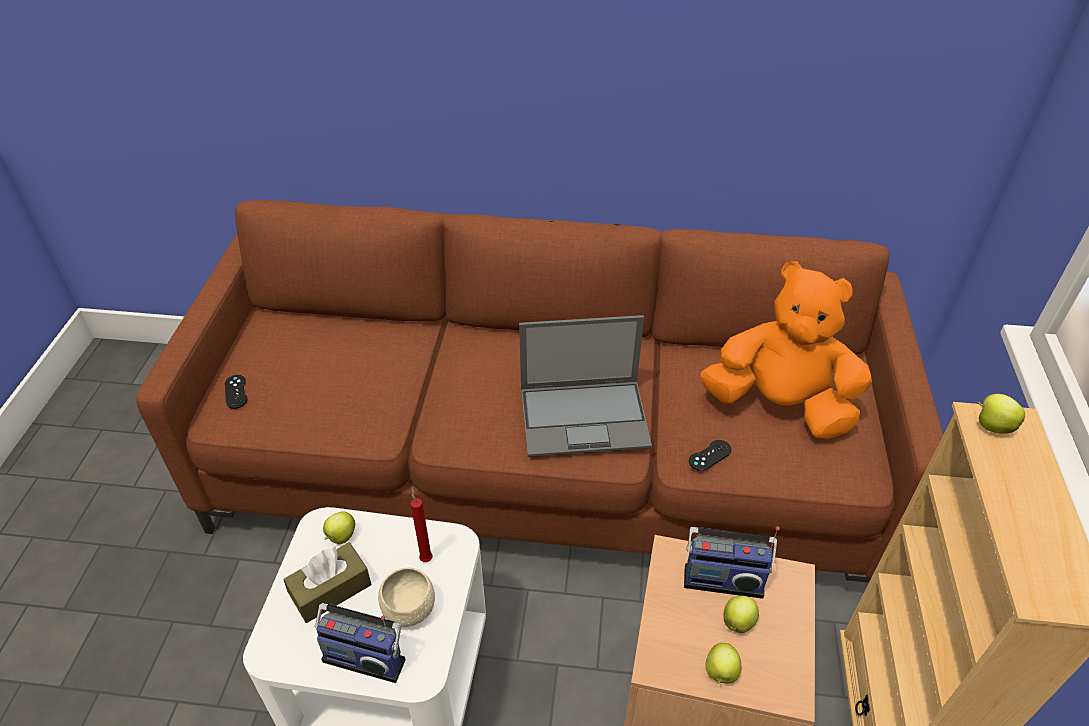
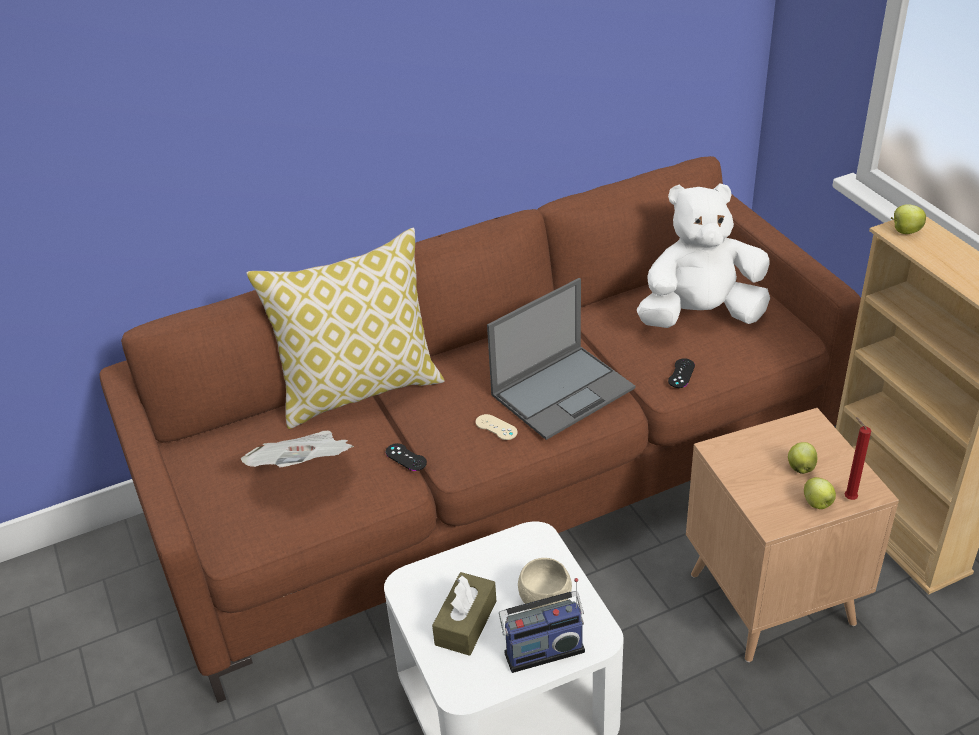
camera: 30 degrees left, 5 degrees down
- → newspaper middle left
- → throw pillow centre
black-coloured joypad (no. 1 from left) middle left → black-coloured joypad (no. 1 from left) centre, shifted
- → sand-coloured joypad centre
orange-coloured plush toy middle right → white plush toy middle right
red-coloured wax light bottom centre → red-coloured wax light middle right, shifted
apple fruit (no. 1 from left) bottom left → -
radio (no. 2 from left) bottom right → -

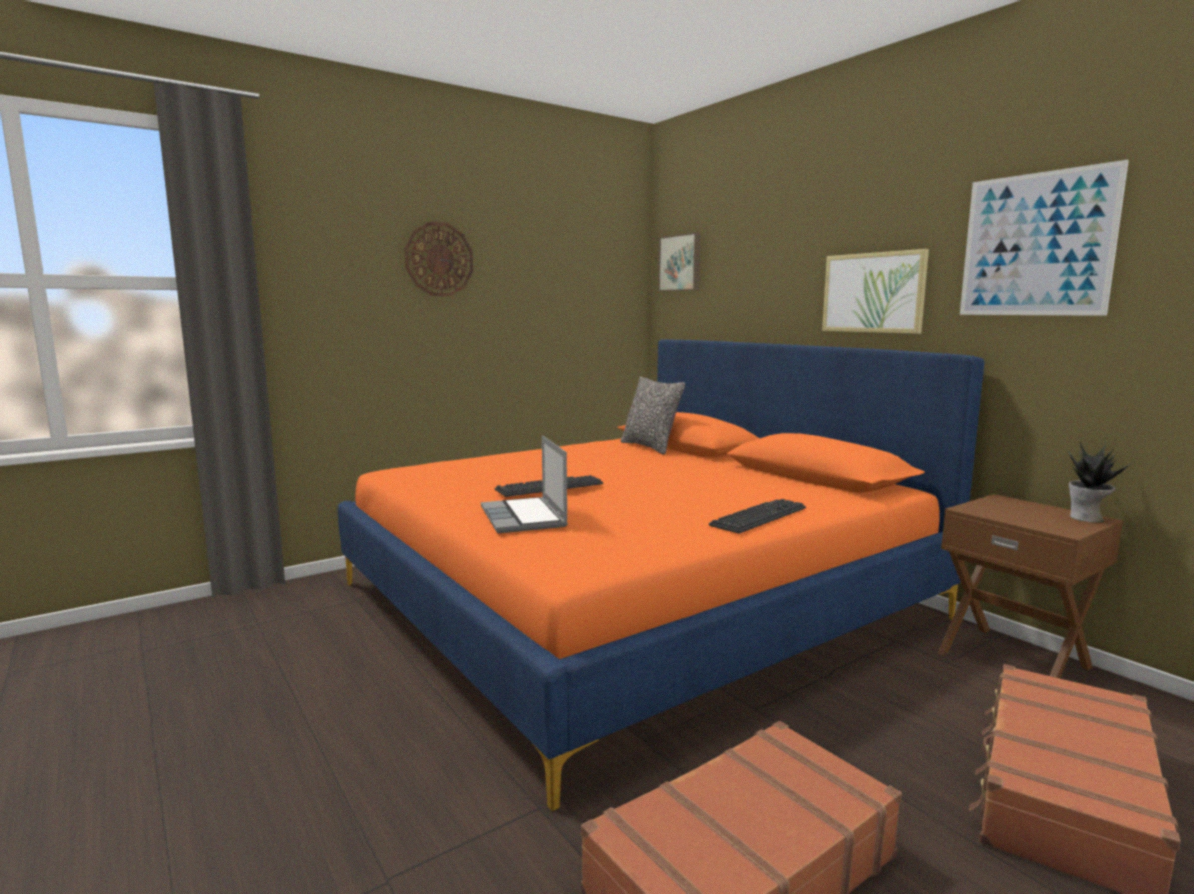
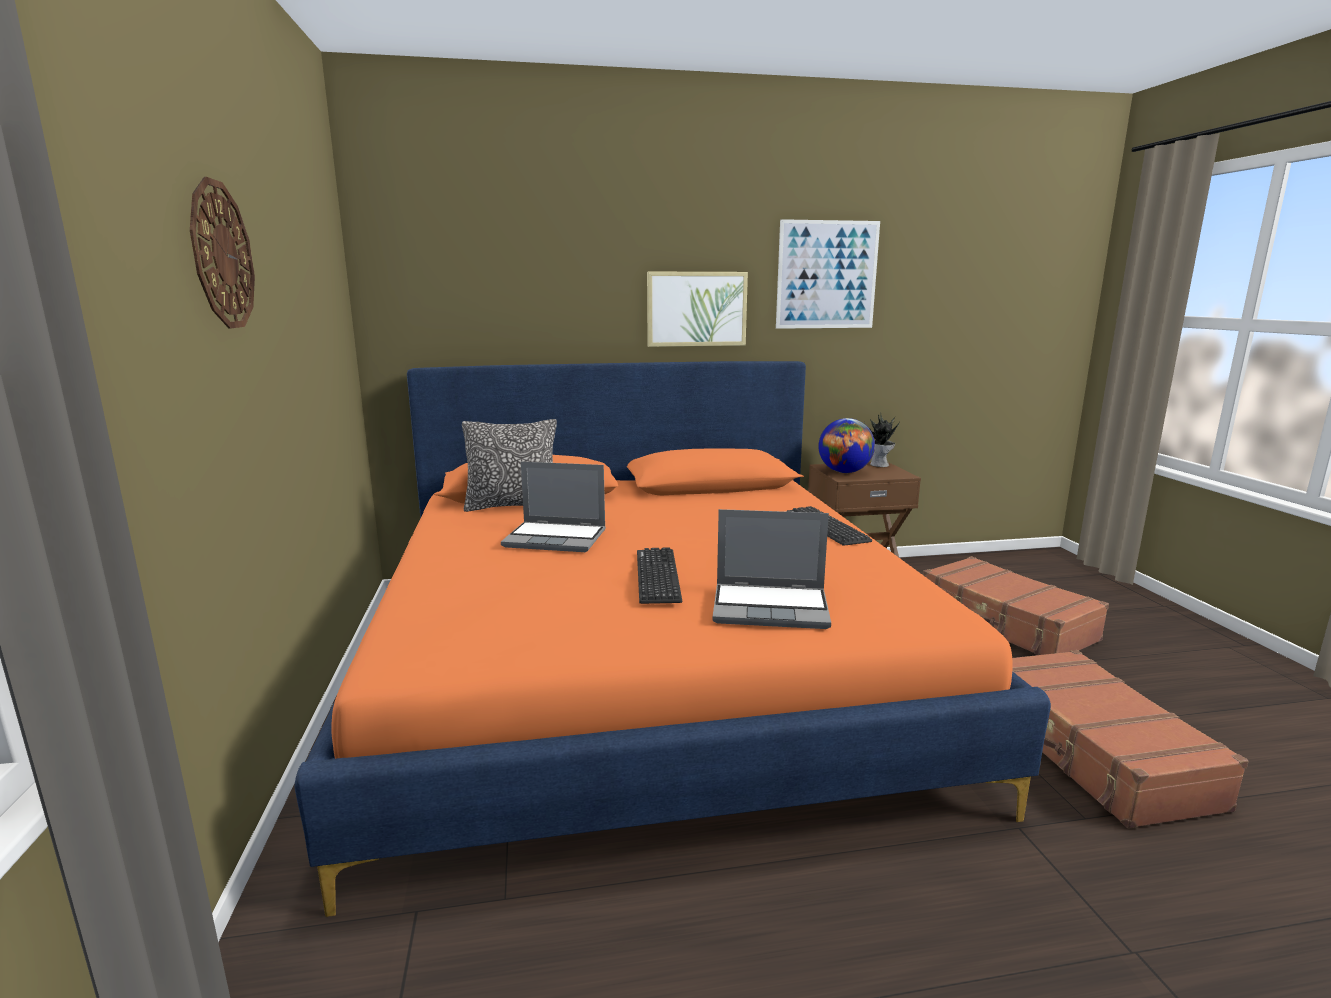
camera: 65 degrees left, 5 degrees up
- → laptop (no. 1 from left) centre
- → globe centre
picture (no. 1 from left) top centre → -

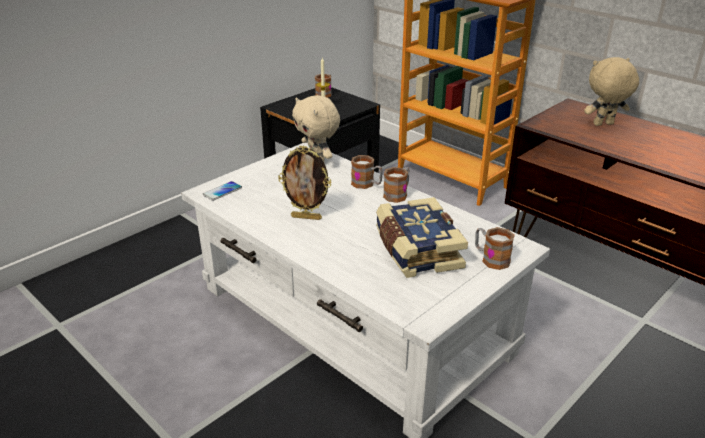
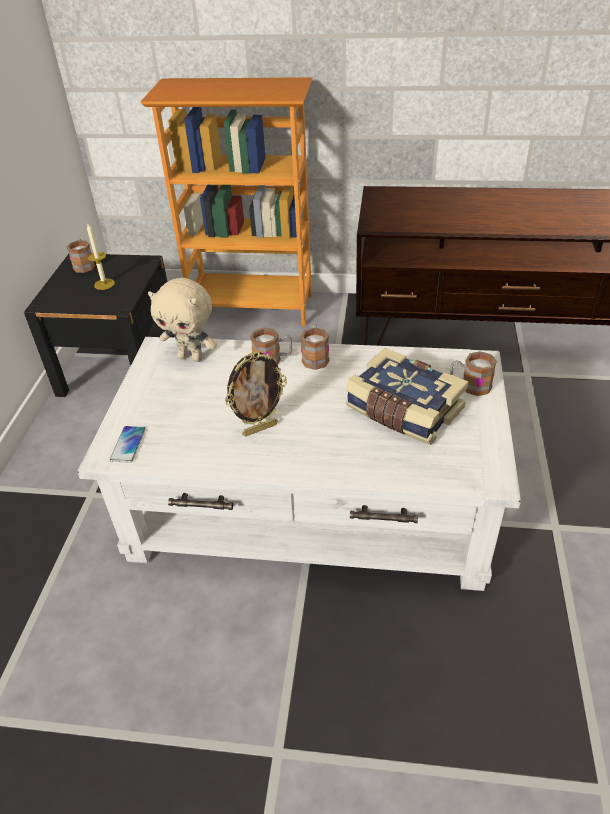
camera: 35 degrees left, 10 degrees up
sand-coloured plush toy (no. 2 from left) top right → -

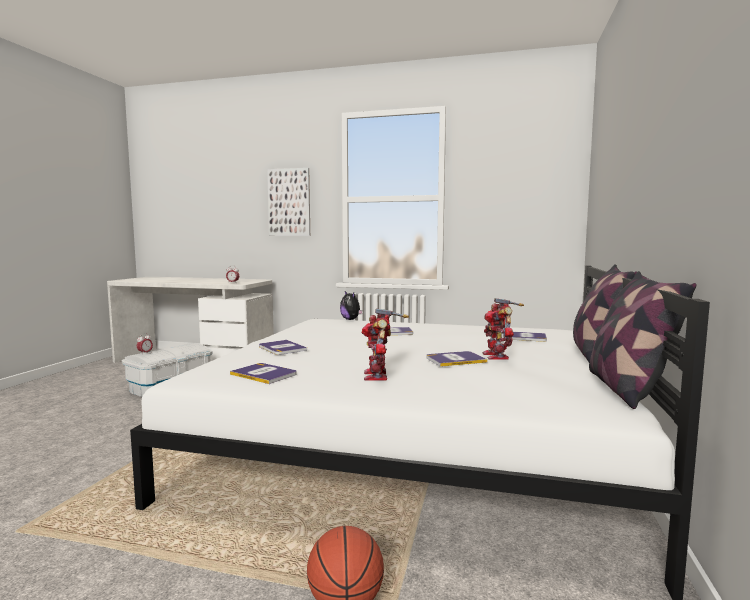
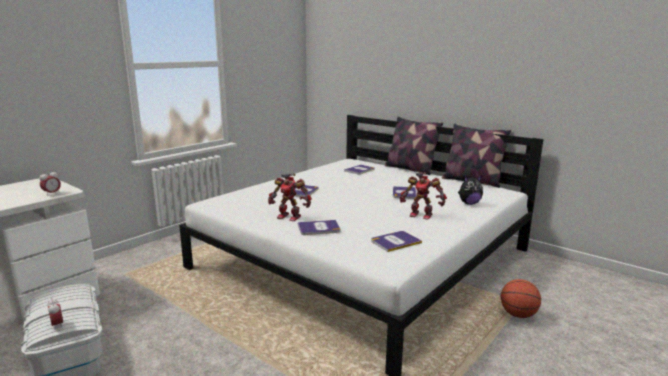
camera: 65 degrees left, 10 degrees up
toy robot (no. 2 from left in the first image) middle right → toy robot (no. 1 from left) centre, shifted
plush toy centre → plush toy middle right, shifted
picture centre → -

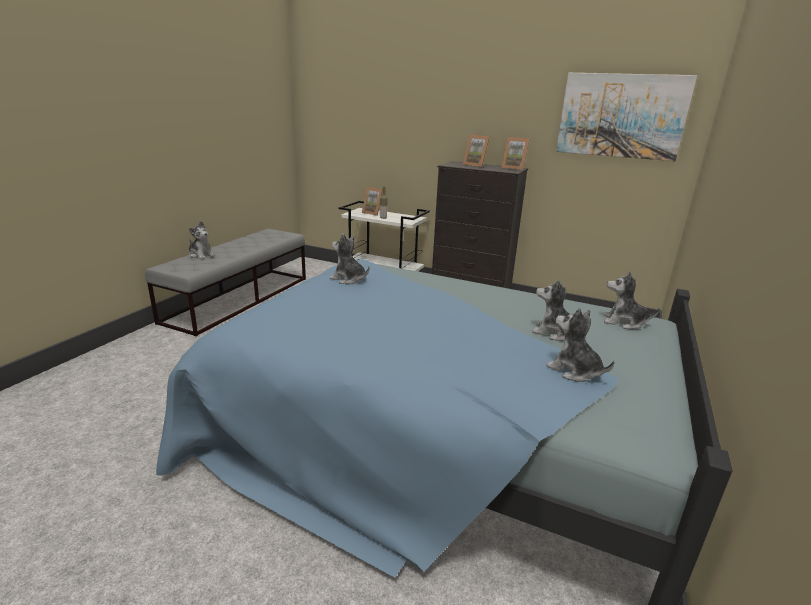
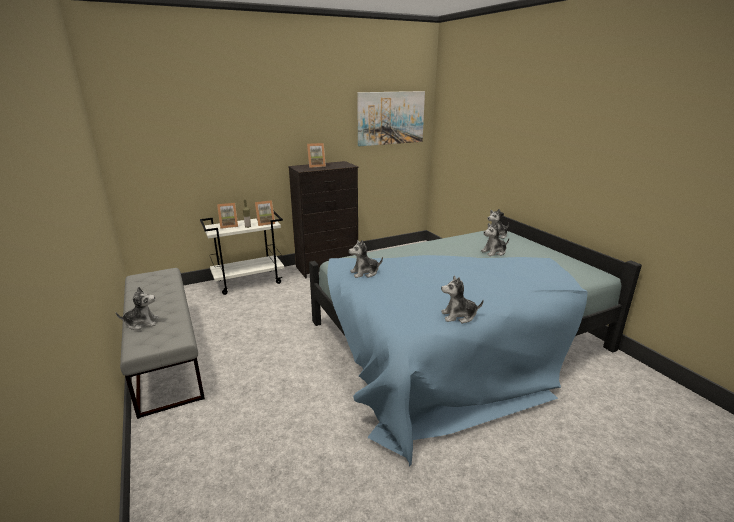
camera: 50 degrees left, 0 degrees up
picture frame (no. 3 from left in the first image) top centre → picture frame (no. 2 from left) centre, shifted
plush toy (no. 4 from left in the first image) middle right → plush toy (no. 3 from left) centre, shifted

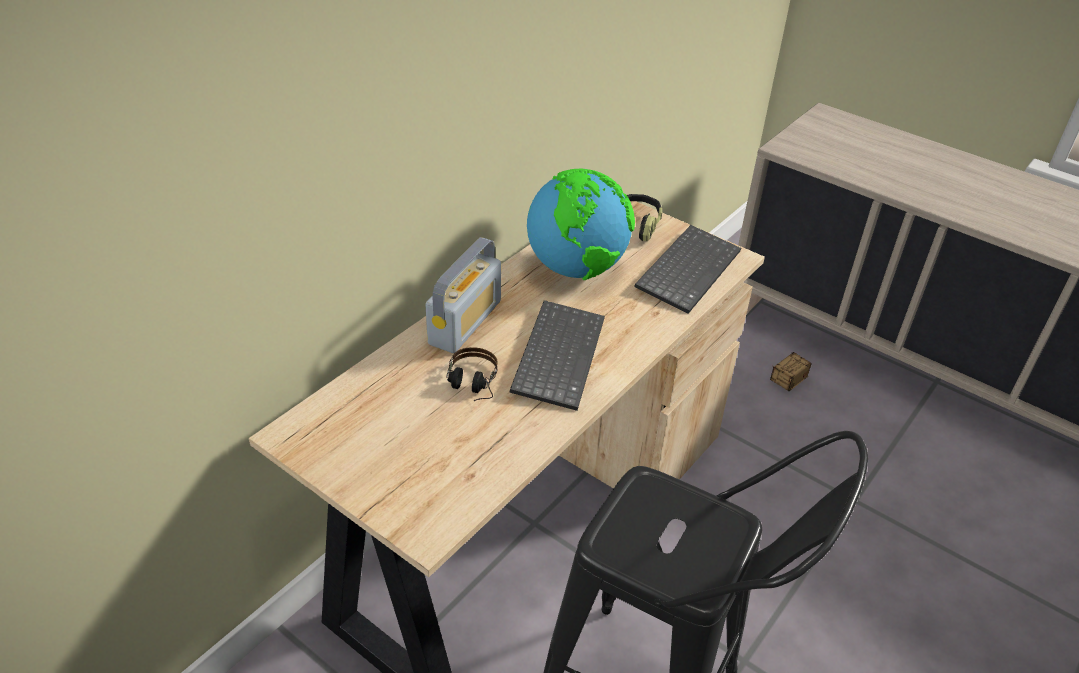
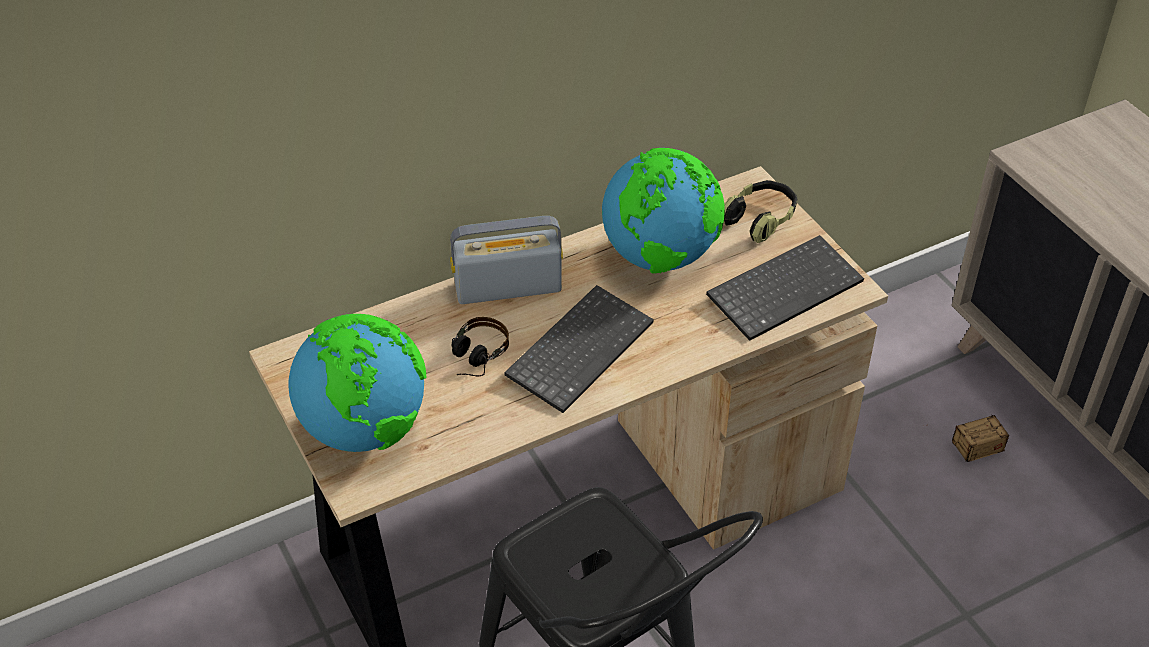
camera: 25 degrees right, 5 degrees up
- → globe (no. 1 from left) middle left
radio centre, 150 degrees counterclockwise

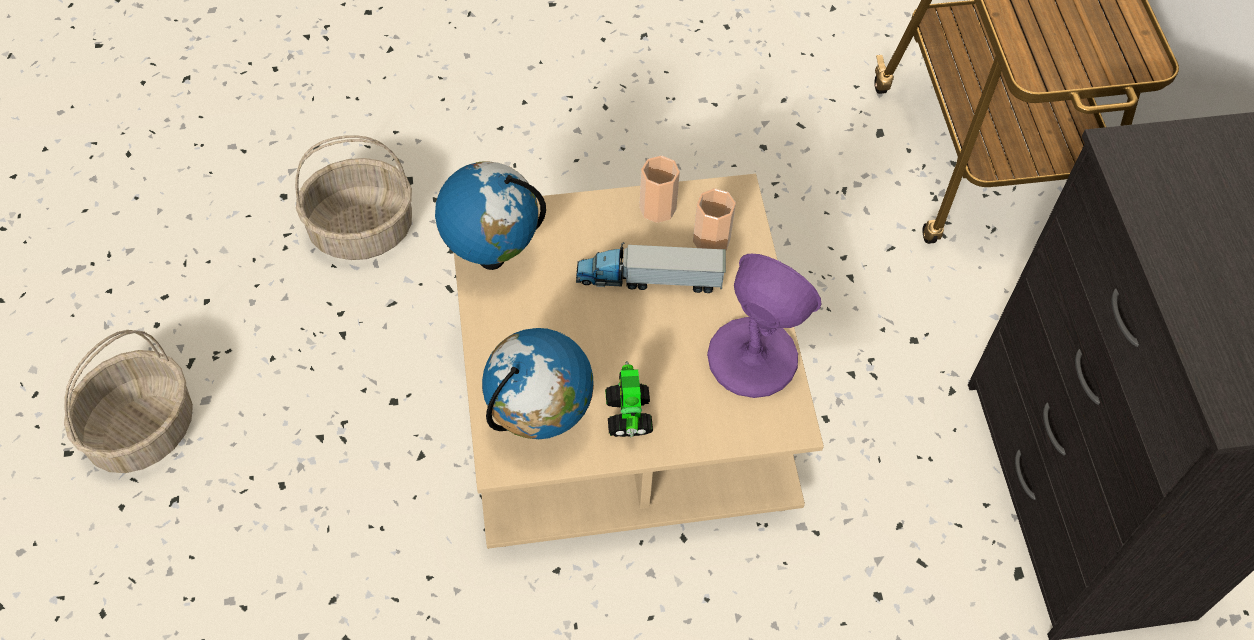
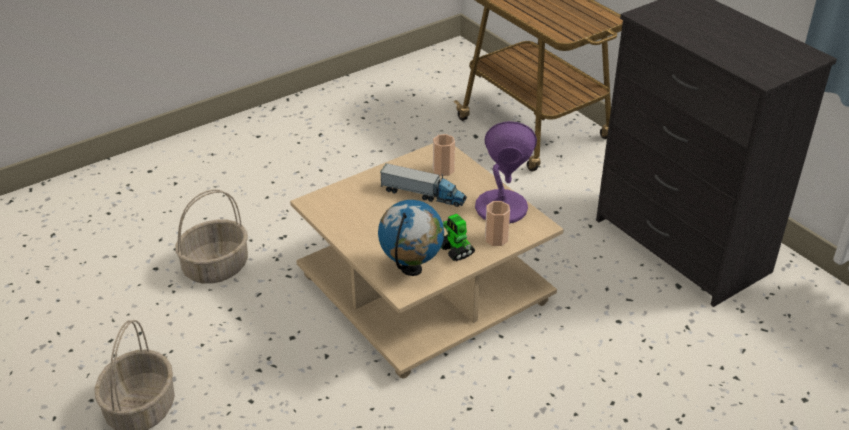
camera: 25 degrees left, 20 degrees down
toy lorry centre, 135 degrees counterclockwise
drinking cup (no. 1 from left in the first image) top centre → drinking cup (no. 2 from left) centre, shifted
globe (no. 1 from left) centre → -

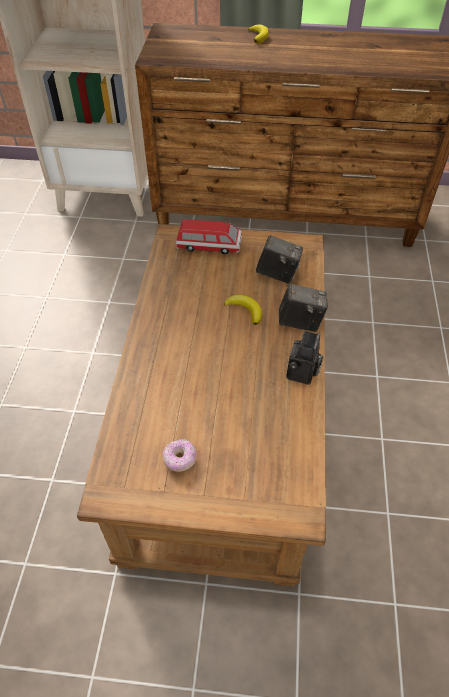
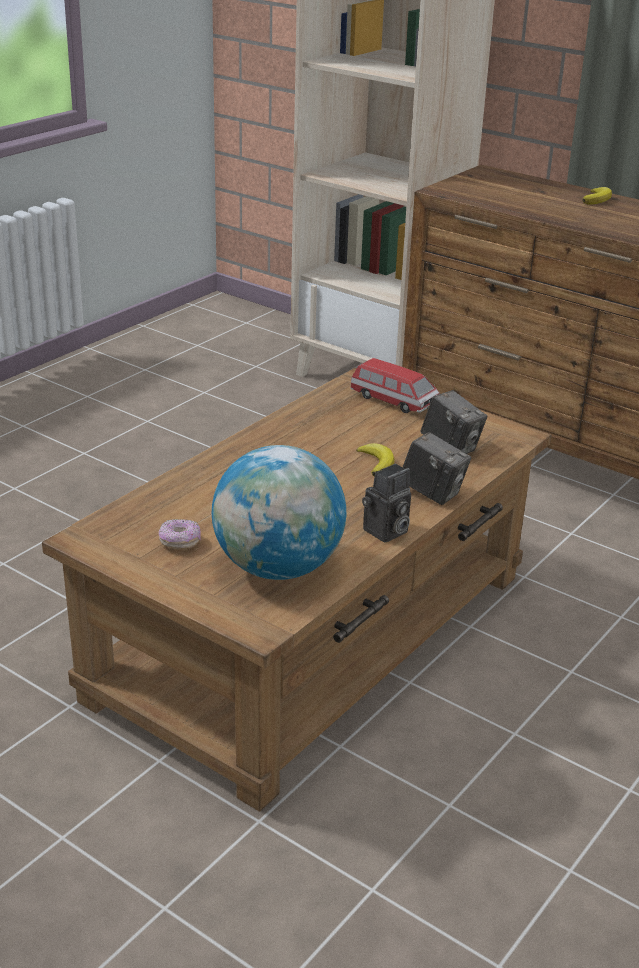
camera: 30 degrees right, 20 degrees down
- → globe centre

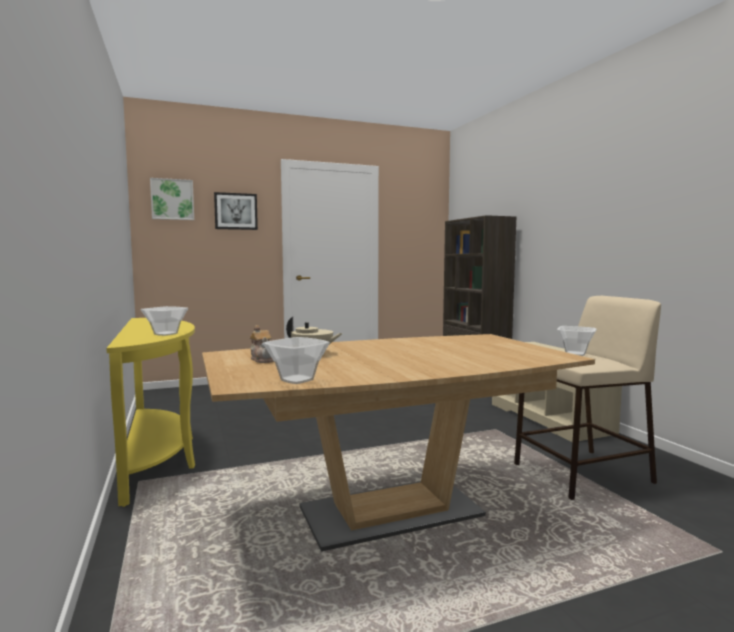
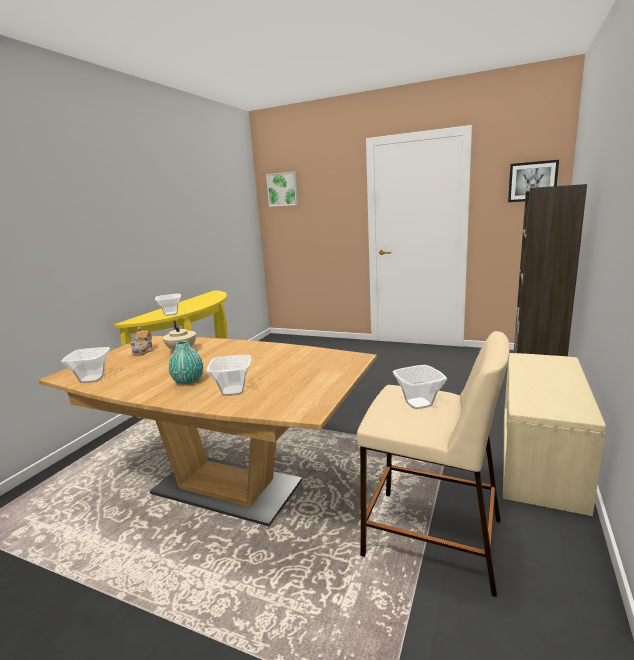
camera: 45 degrees right, 10 degrees up
- → turquoise decorative vase middle left
- → serving bowl (no. 3 from left) centre
picture (no. 2 from left) middle left → picture (no. 2 from left) top right, shifted

